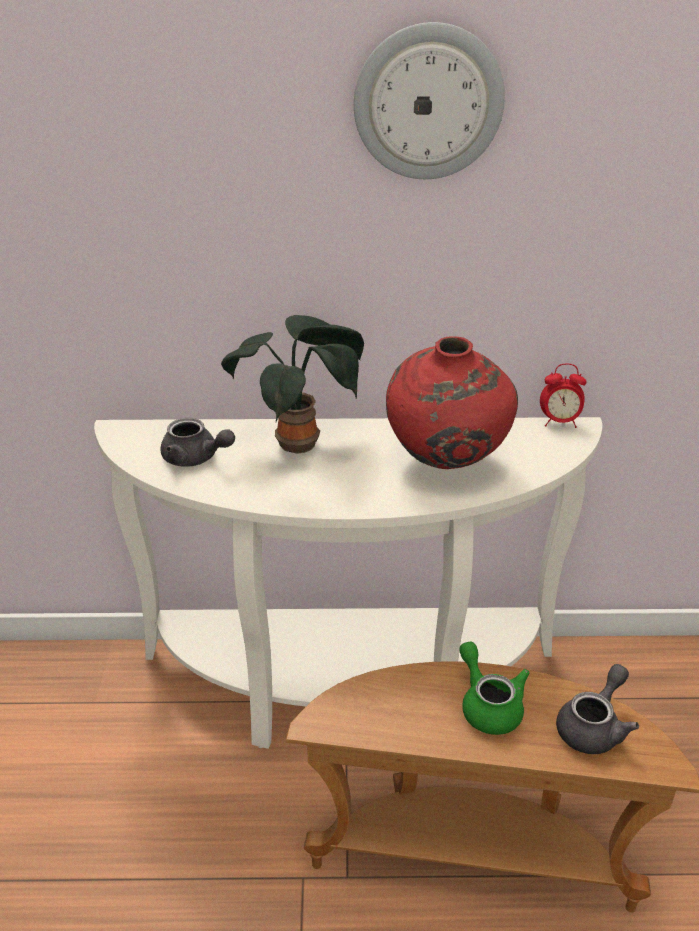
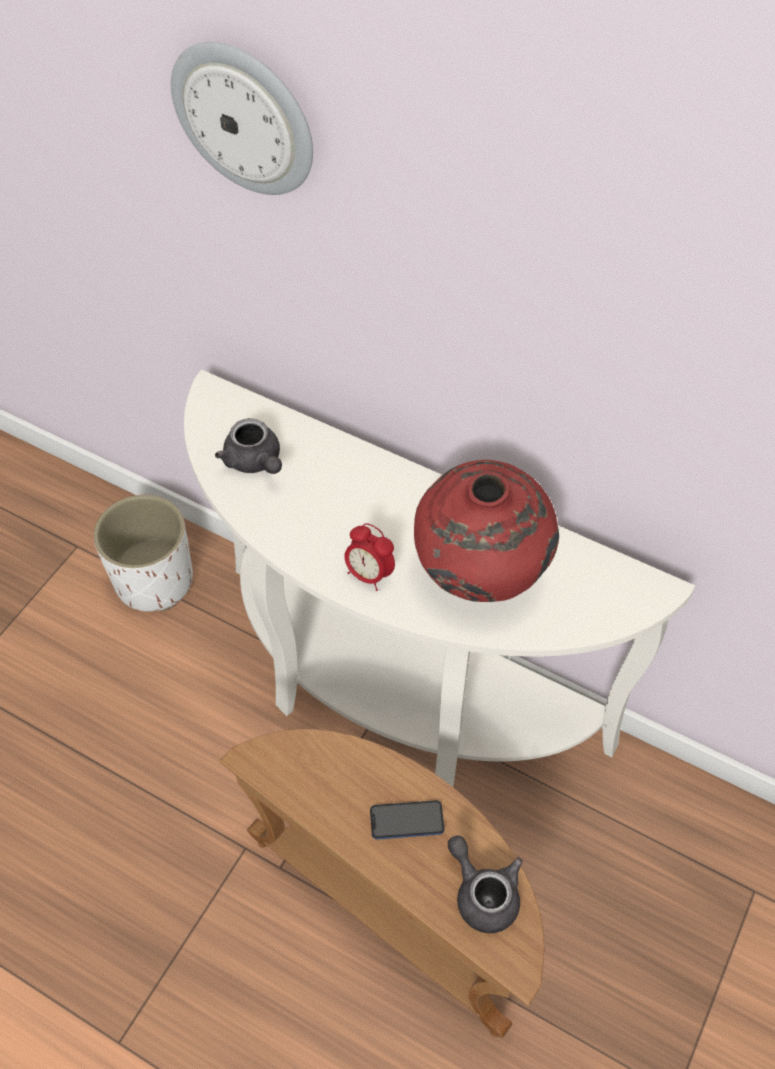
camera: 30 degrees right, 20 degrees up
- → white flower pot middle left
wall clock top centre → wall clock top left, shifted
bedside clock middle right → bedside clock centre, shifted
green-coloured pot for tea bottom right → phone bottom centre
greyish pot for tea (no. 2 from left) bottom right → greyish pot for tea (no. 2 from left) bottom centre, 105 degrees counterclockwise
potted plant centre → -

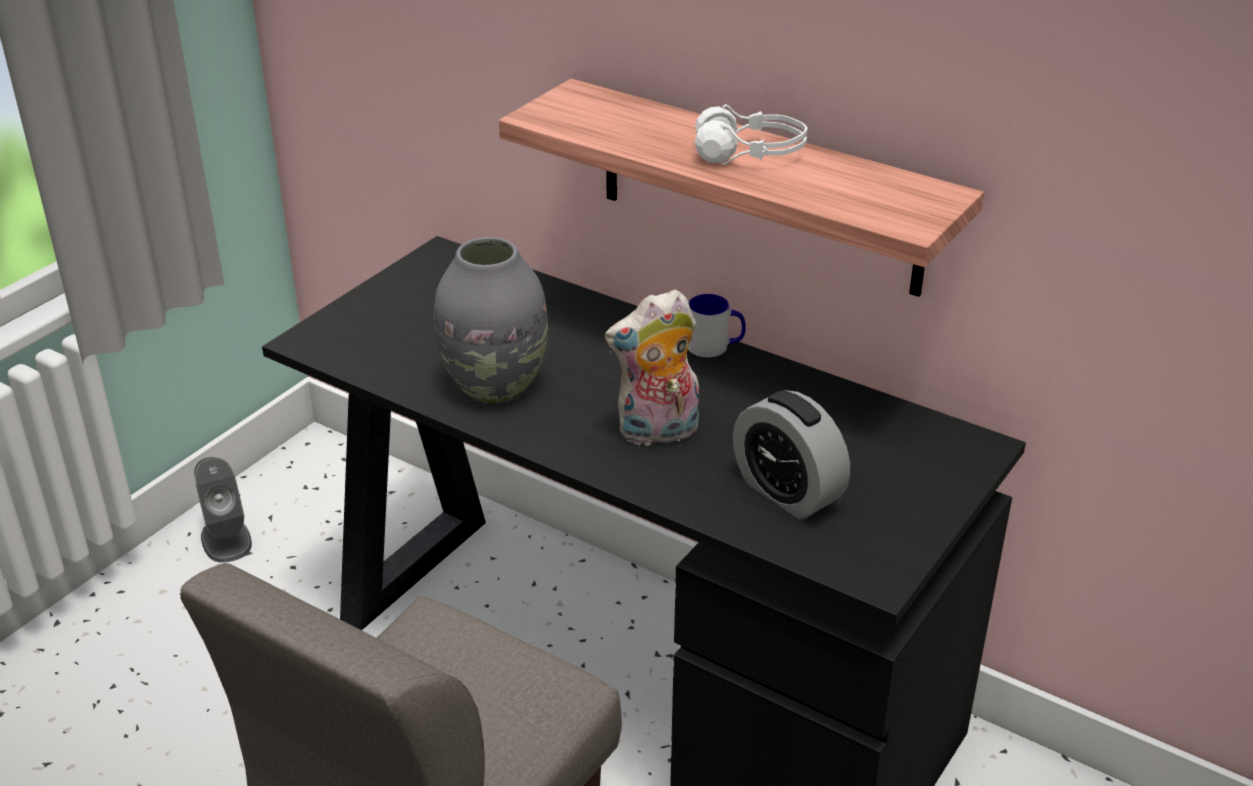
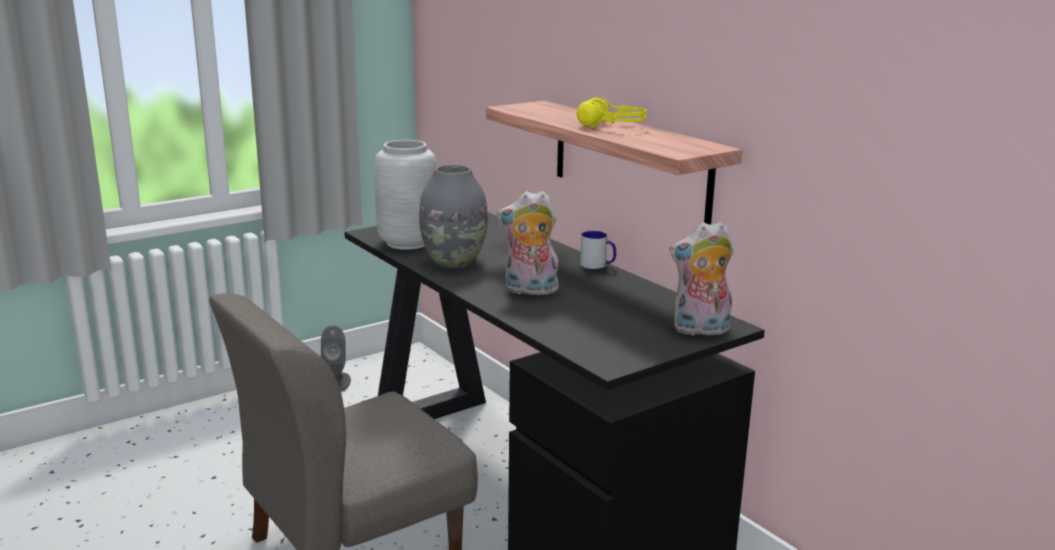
camera: 20 degrees right, 15 degrees down
- → greyish decorative vase (no. 1 from left) centre
white headphones top centre → yellow headphones top centre
- → plush toy (no. 2 from left) centre
bedside clock centre → -

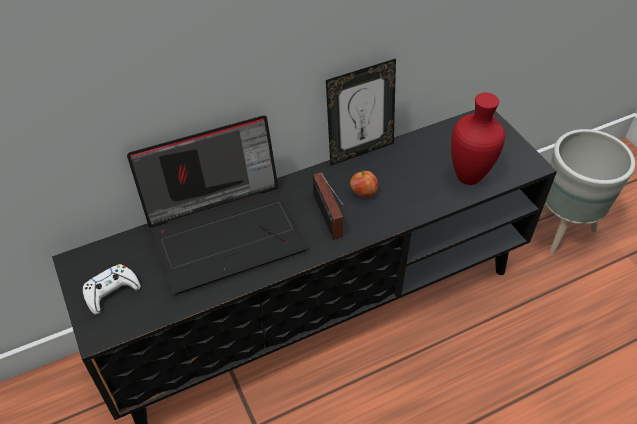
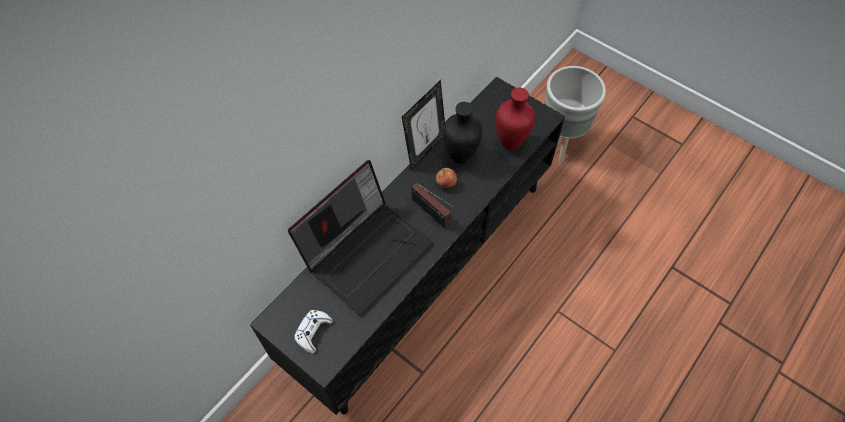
camera: 25 degrees left, 10 degrees up
- → black-coloured decorative vase top centre

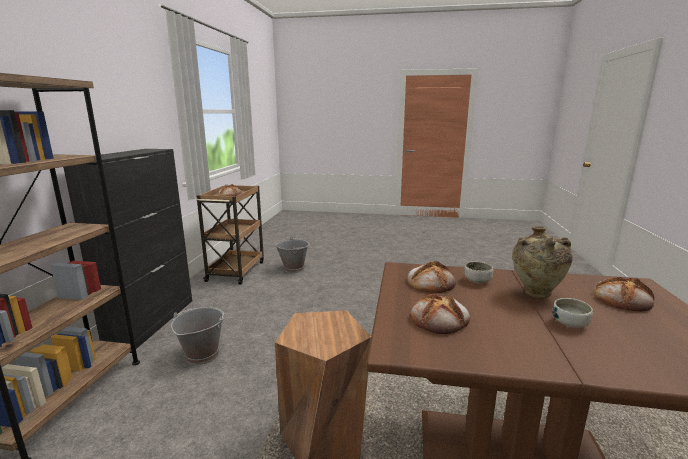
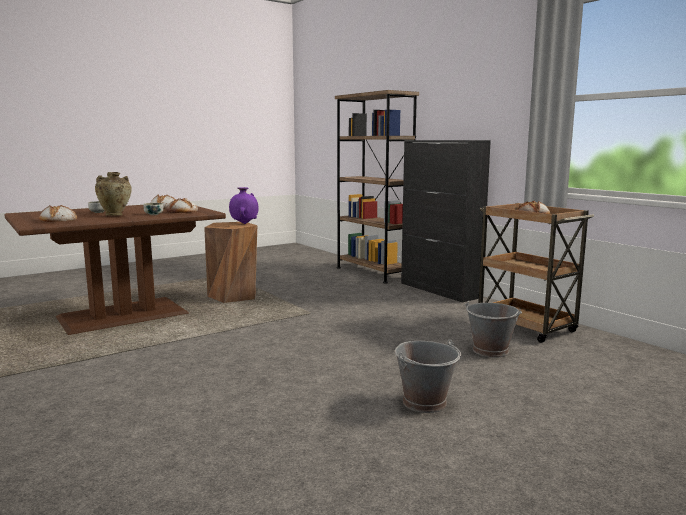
camera: 135 degrees right, 5 degrees down
- → purplish decorative vase centre
greyish bucket (no. 1 from left) bottom left → greyish bucket (no. 1 from left) bottom centre, shifted

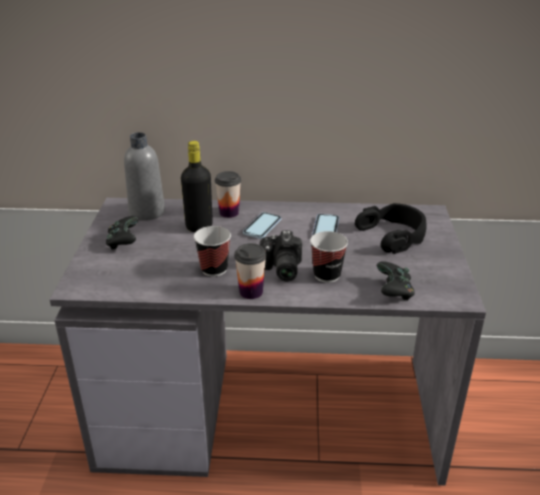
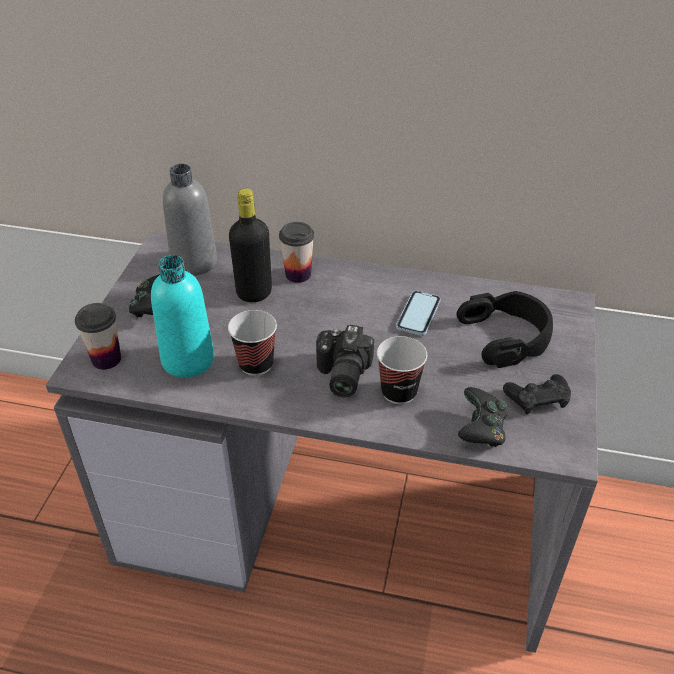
camera: 10 degrees right, 10 degrees up
drinking cup (no. 3 from left in the first image) centre → drinking cup (no. 1 from left) middle left, shifted
- → turquoise beverage bottle middle left
- → black-coloured joypad (no. 3 from left) middle right
phone (no. 1 from left) centre → -

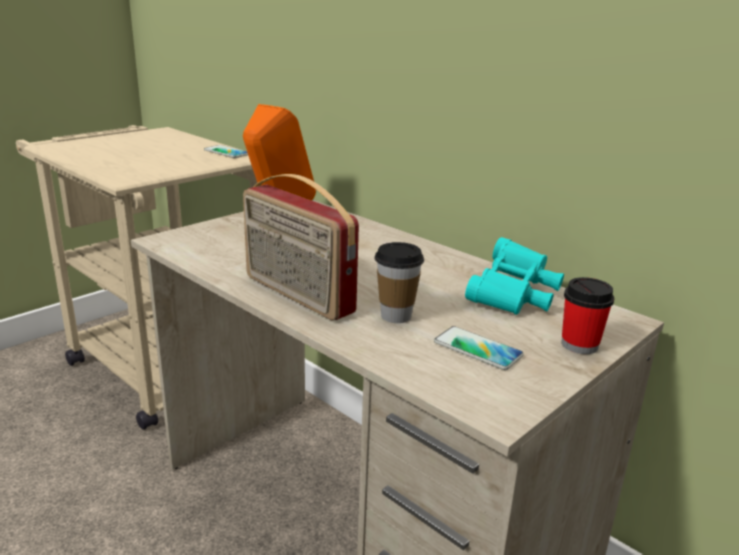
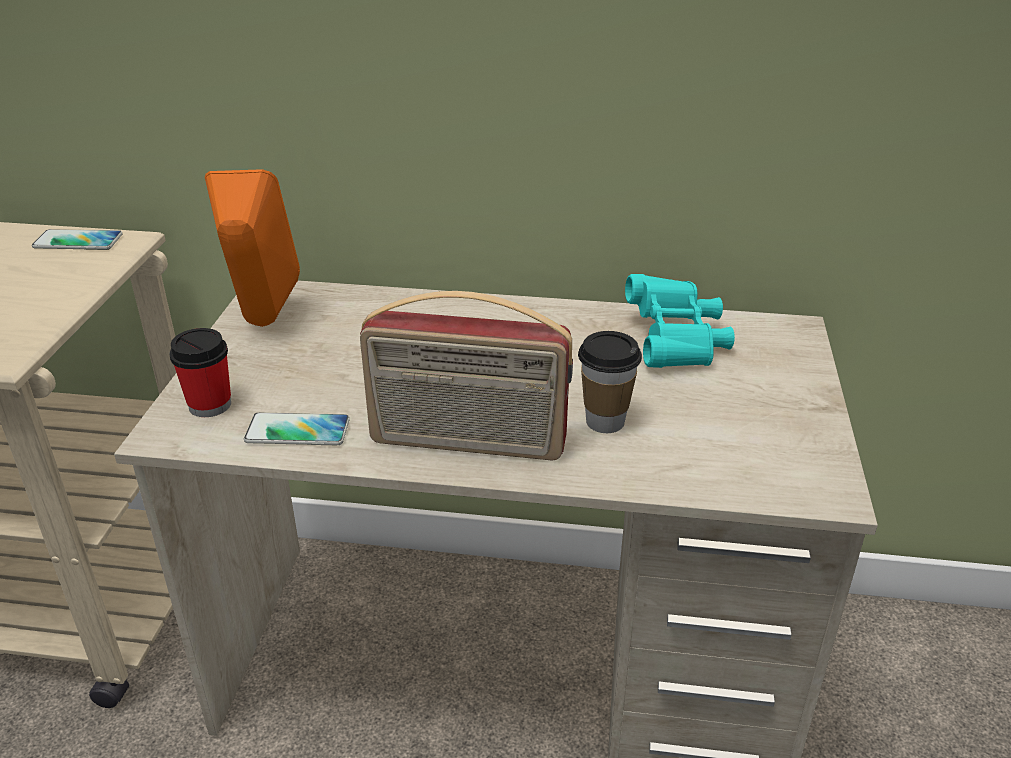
camera: 35 degrees left, 10 degrees up
drinking cup (no. 2 from left in the first image) middle right → drinking cup (no. 1 from left) middle left, shifted
phone (no. 2 from left) centre → phone (no. 2 from left) middle left, shifted

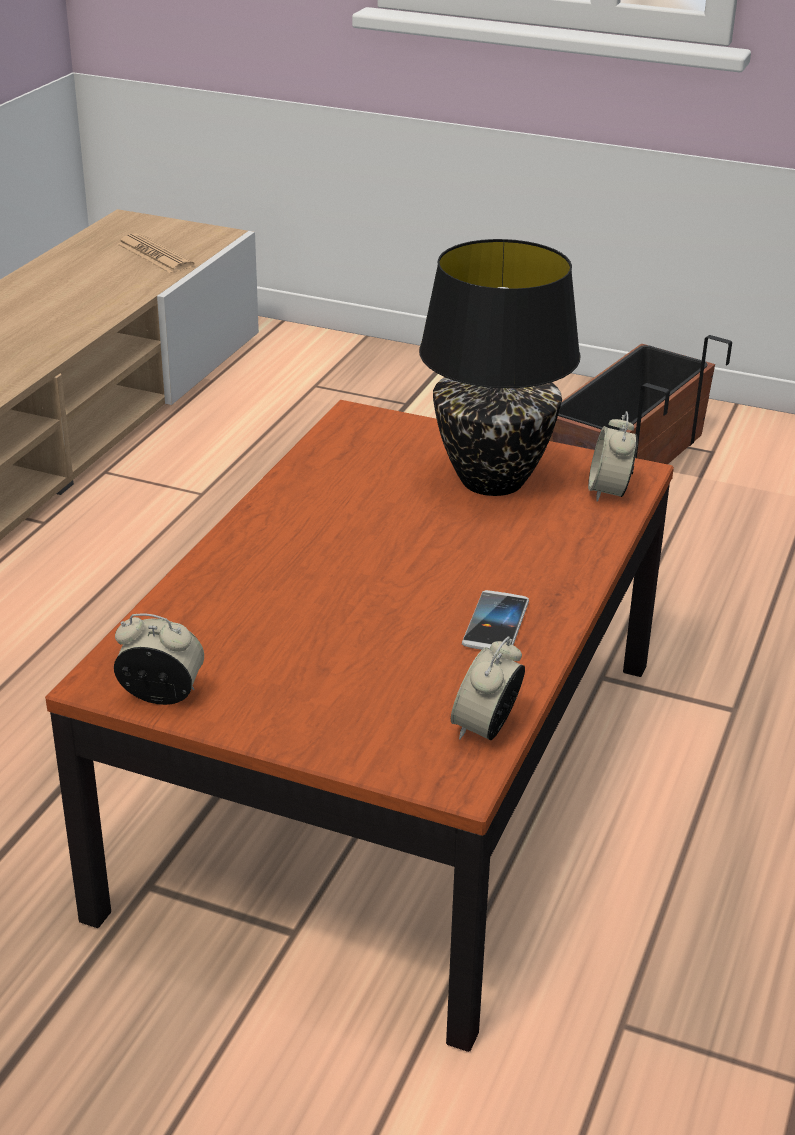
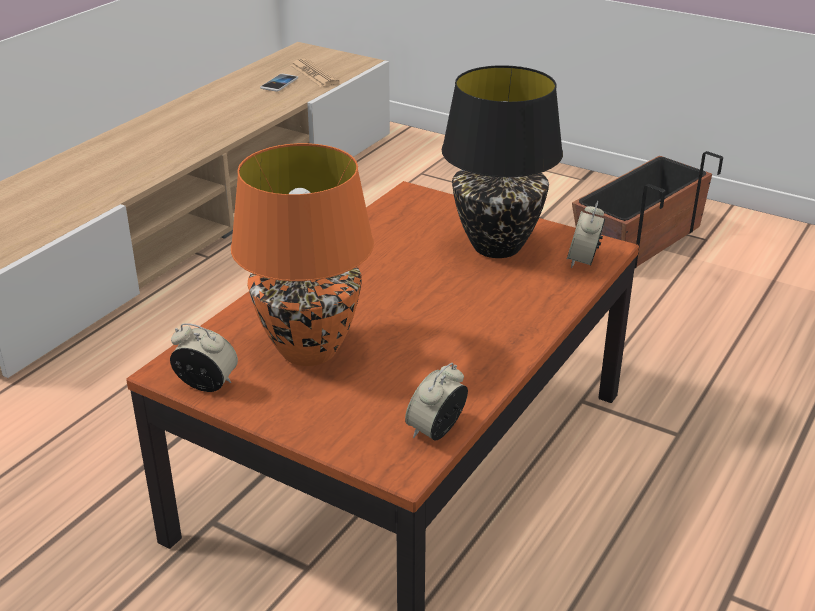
camera: 10 degrees right, 0 degrees up
- → orange-coloured tabletop lamp centre
phone centre → phone top centre, shifted

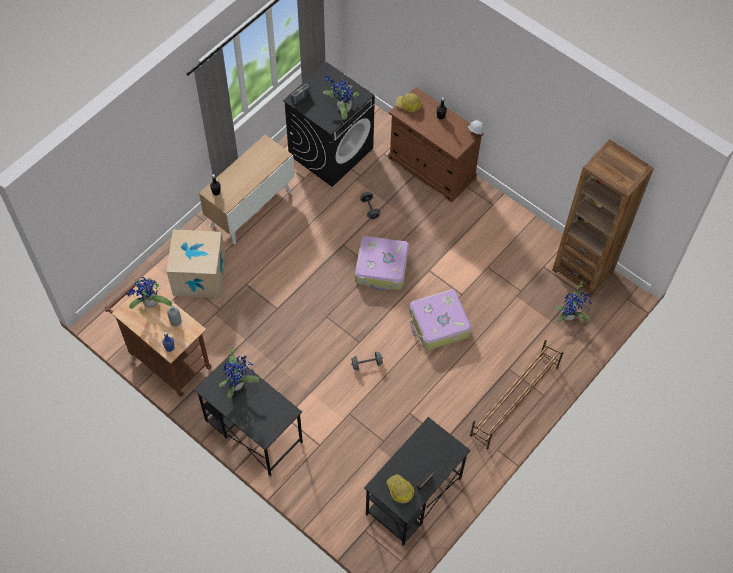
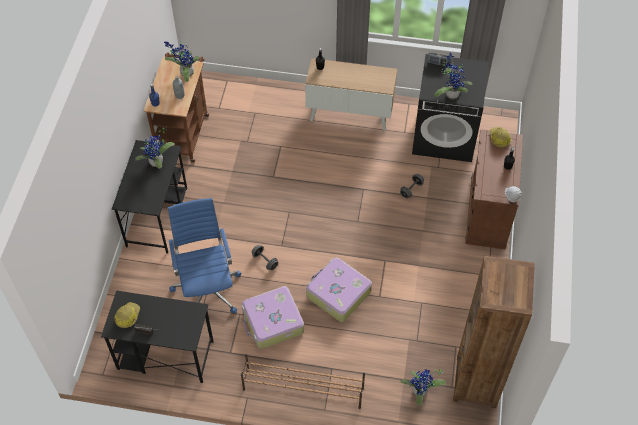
camera: 60 degrees right, 5 degrees down
- → bluish desk chair middle left
piece of luggage (no. 1 from left) centre → piece of luggage (no. 1 from left) bottom centre, shifted
packing box middle left → -

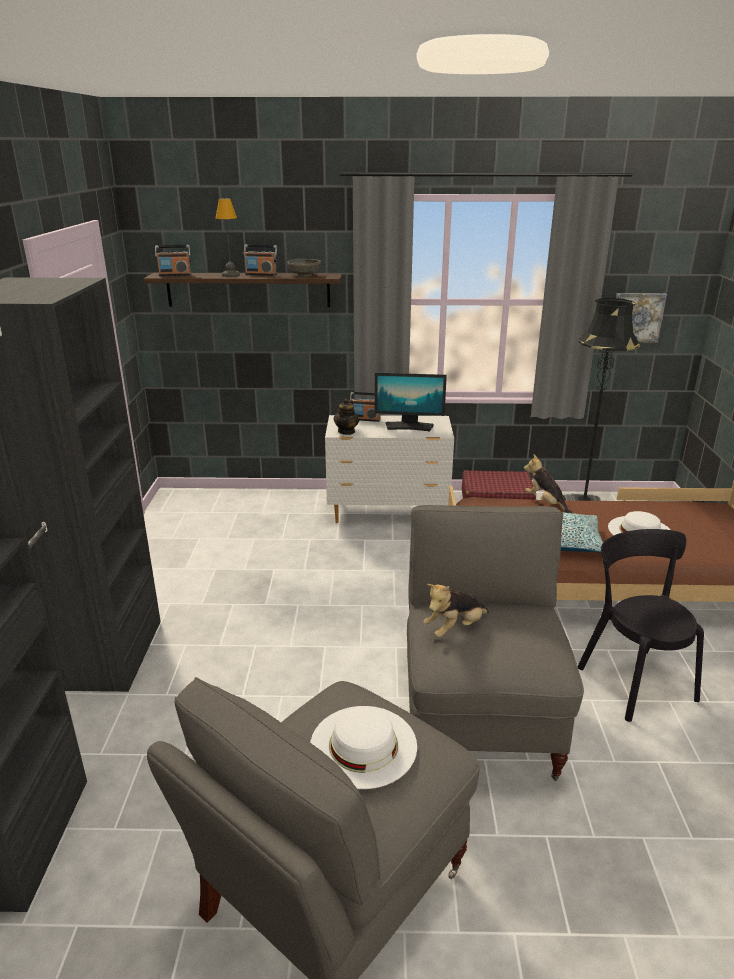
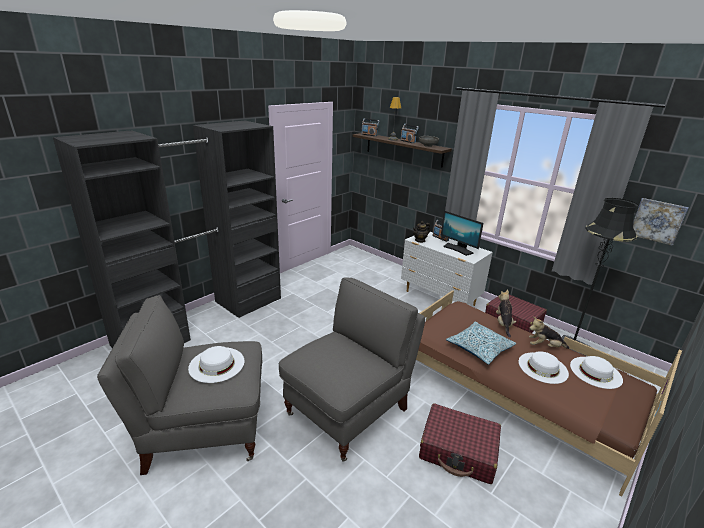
camera: 40 degrees right, 0 degrees up
black-coloured chair middle right → red-coloured piece of luggage (no. 1 from left) bottom centre
plush toy (no. 1 from left in the first image) centre → plush toy (no. 2 from left) middle right, shifted
- → white clothing hat (no. 3 from left) bottom right

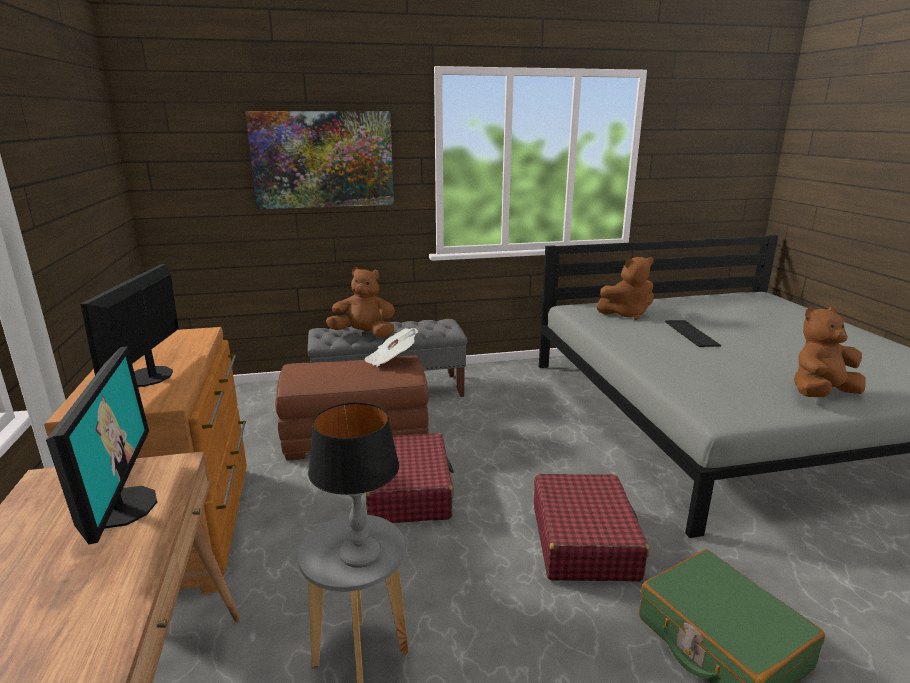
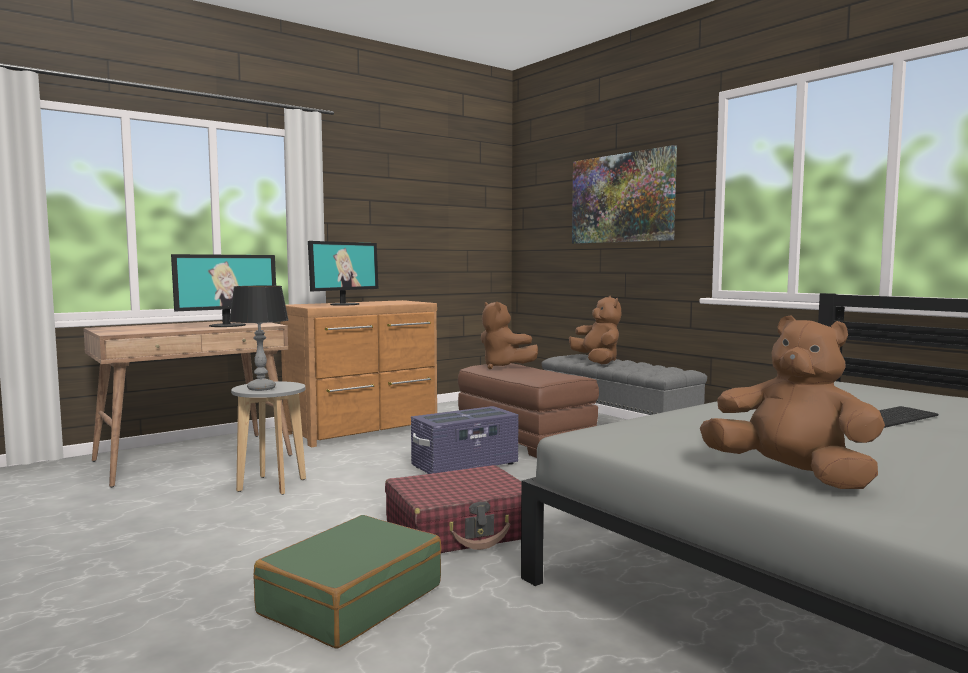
camera: 65 degrees right, 15 degrees down
computer screen (no. 2 from left) middle left → computer screen (no. 2 from left) centre, 150 degrees clockwise
red-coloured piece of luggage (no. 1 from left) bottom centre → purplish storage container centre
brown-coloured plush toy (no. 2 from left in the first image) middle right → brown-coloured plush toy (no. 1 from left) centre, shifted
newspaper centre → -

